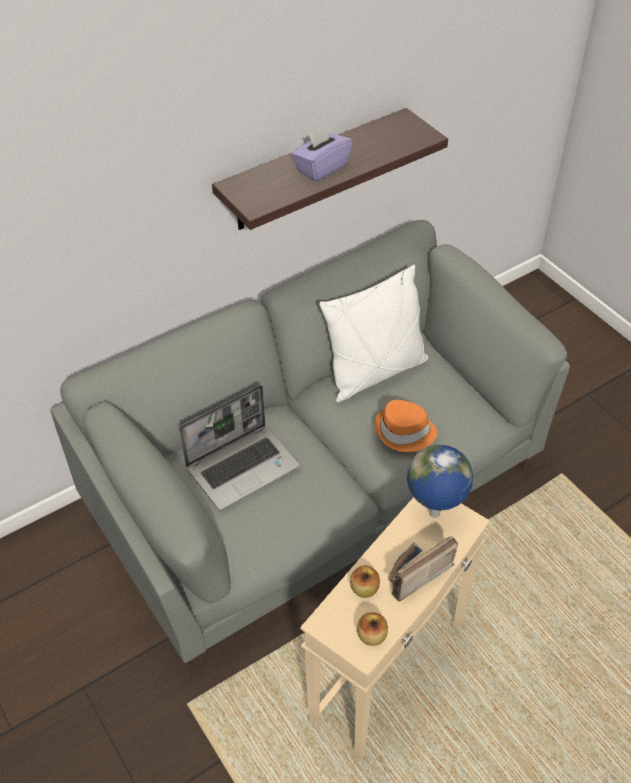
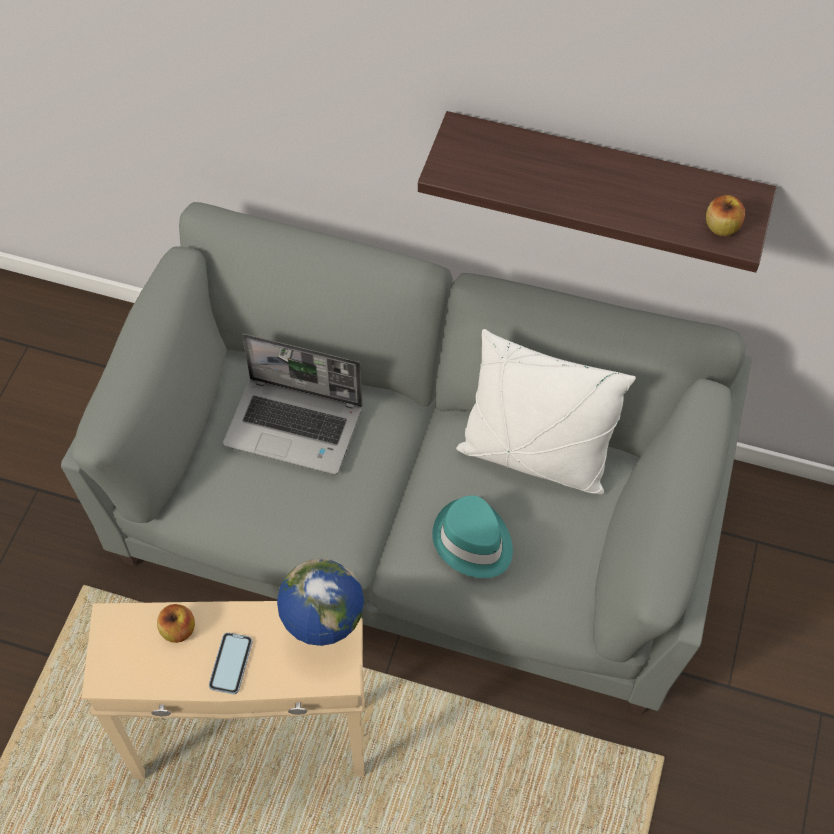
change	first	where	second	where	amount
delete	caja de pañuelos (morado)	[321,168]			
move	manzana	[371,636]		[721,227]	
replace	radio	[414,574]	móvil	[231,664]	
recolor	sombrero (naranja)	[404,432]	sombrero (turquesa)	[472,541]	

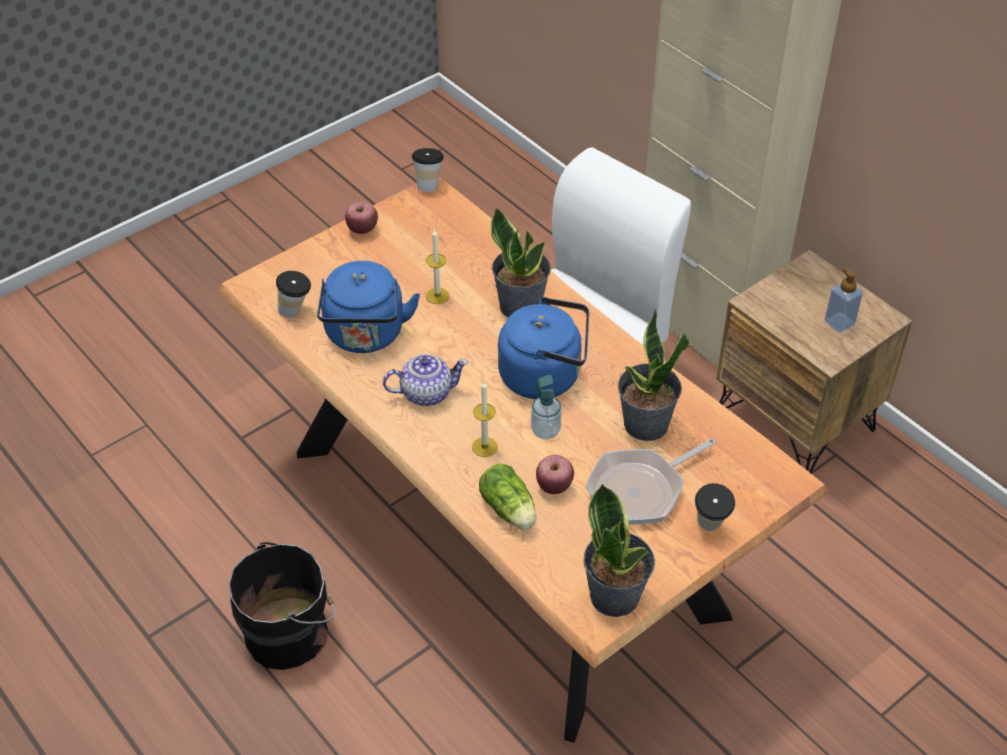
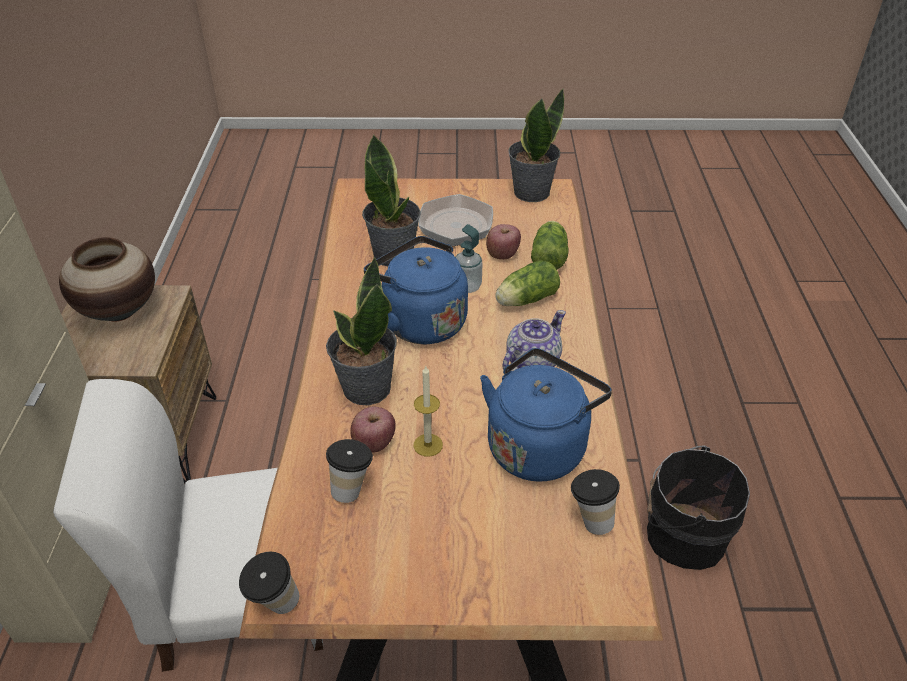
change	first	where	second	where	amount
move	manzana	[362,229]		[374,443]	
move	taza	[710,528]		[352,488]	
replace	vela	[484,447]	lechuga	[524,300]	
replace	dispensador de jabón	[839,322]	florero	[120,311]	
rotate	tetera	[425,393]		[531,362]	105 degrees clockwise

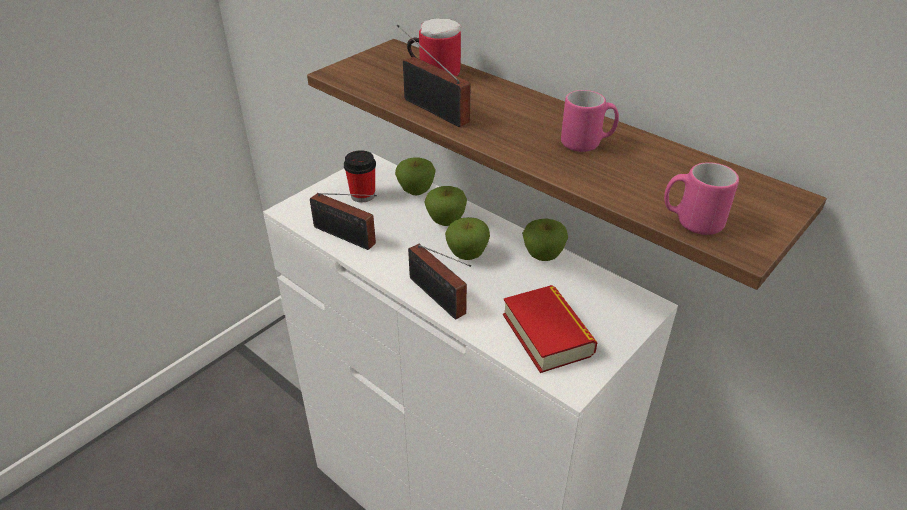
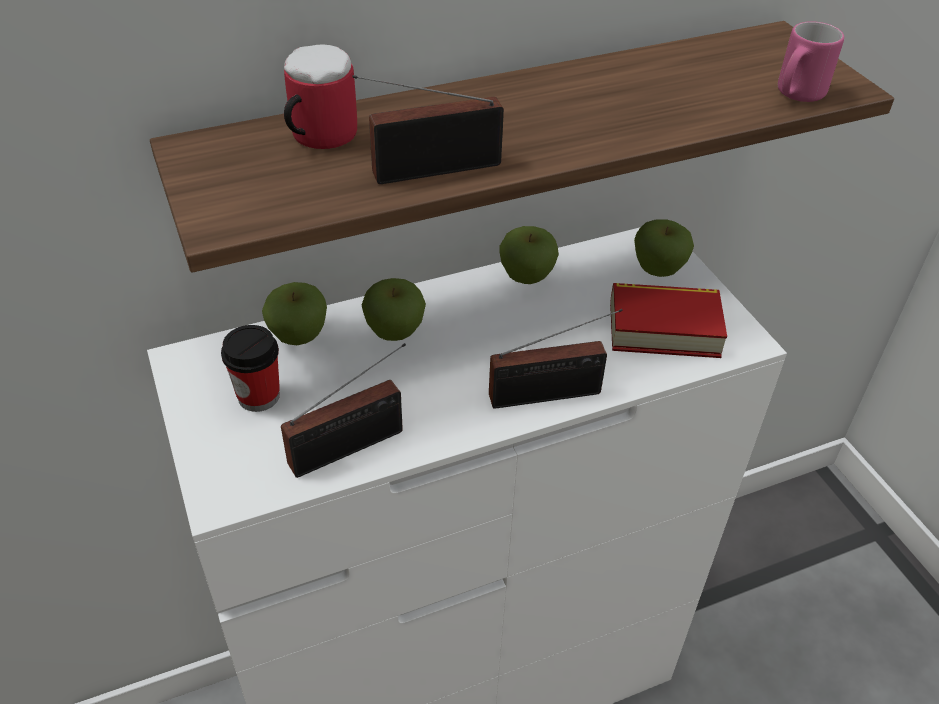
change	first	where	second	where	amount
delete	taza grande (rosa)	[587,144]			
move	manzana	[467,255]		[658,270]	

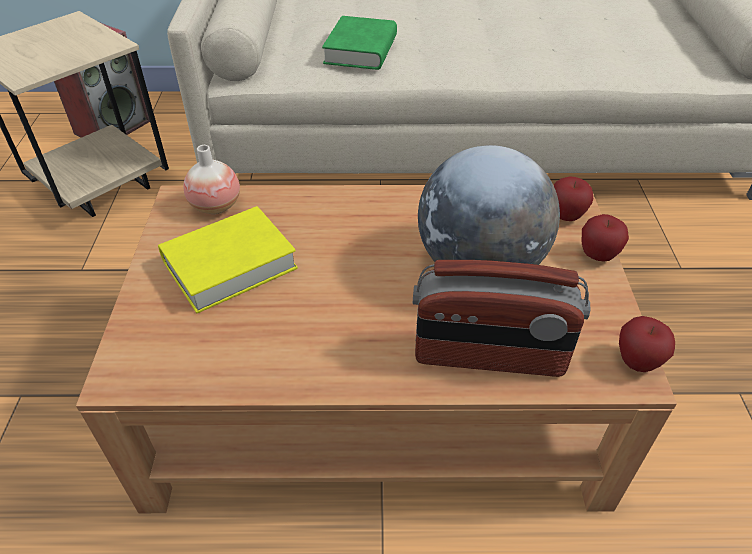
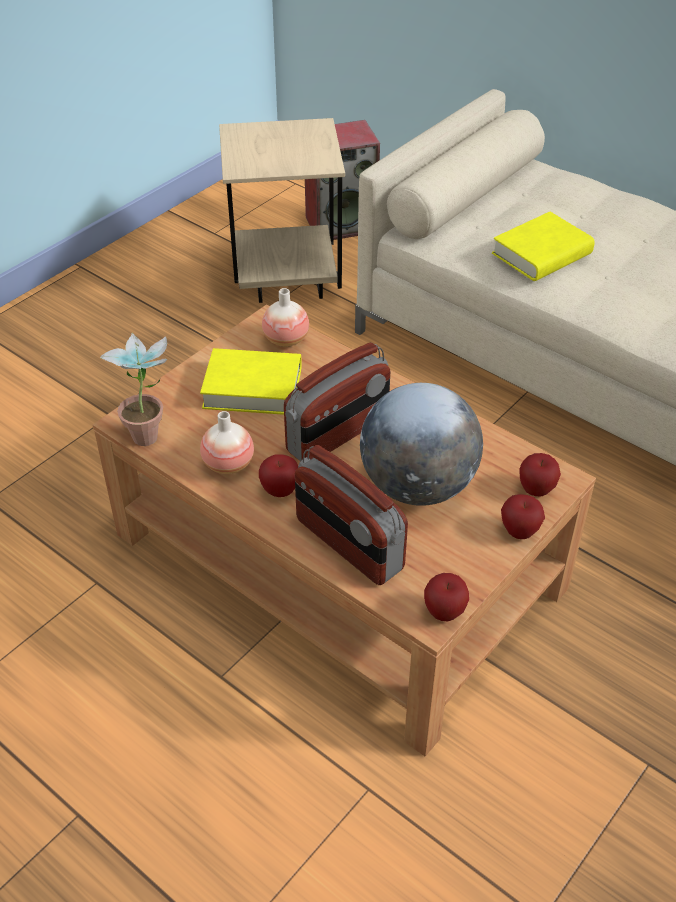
change	first	where	second	where	amount
insert			planta en maceta	[150,431]	
insert			florero	[228,464]	
insert			manzana	[280,491]	
insert			radio	[338,434]	
recolor	libro (verde)	[361,50]	libro (amarillo)	[541,254]	

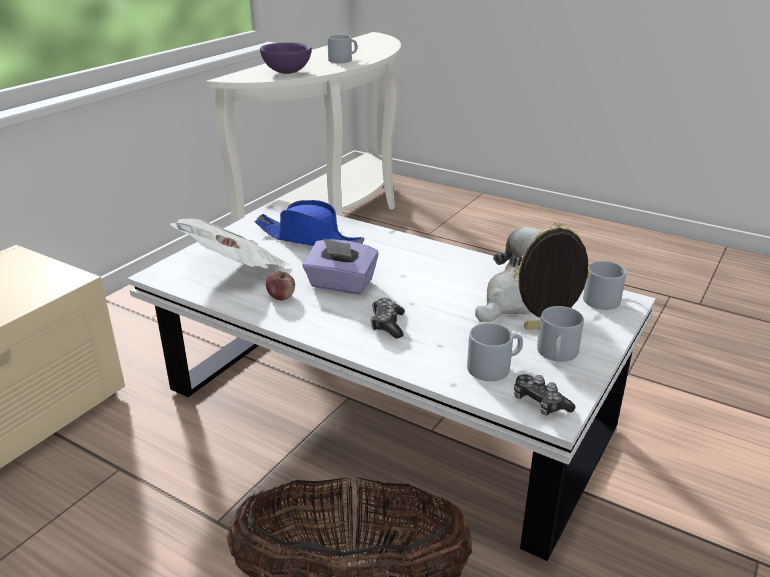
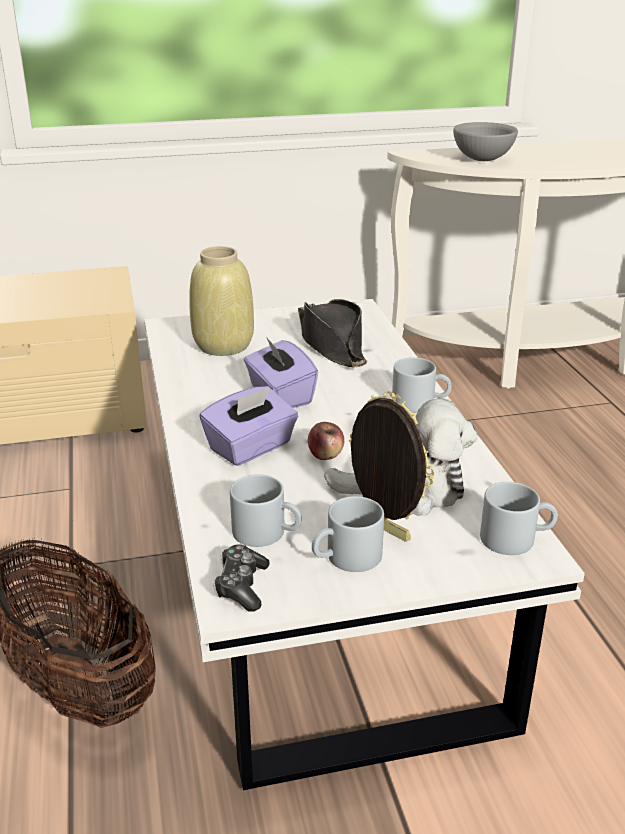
change	first	where	second	where	amount
move	manzana	[281,296]		[325,455]	
move	taza grande (gris)	[343,60]		[420,403]	
replace	periódico	[235,270]	florero (beis)	[224,345]	
replace	mando de consola	[387,324]	caja de pañuelos (morado)	[251,447]	
recolor	sombrero (azul)	[309,238]	sombrero (negro)	[331,344]	
recolor	cuenco (morado)	[287,72]	cuenco (gris)	[482,160]	

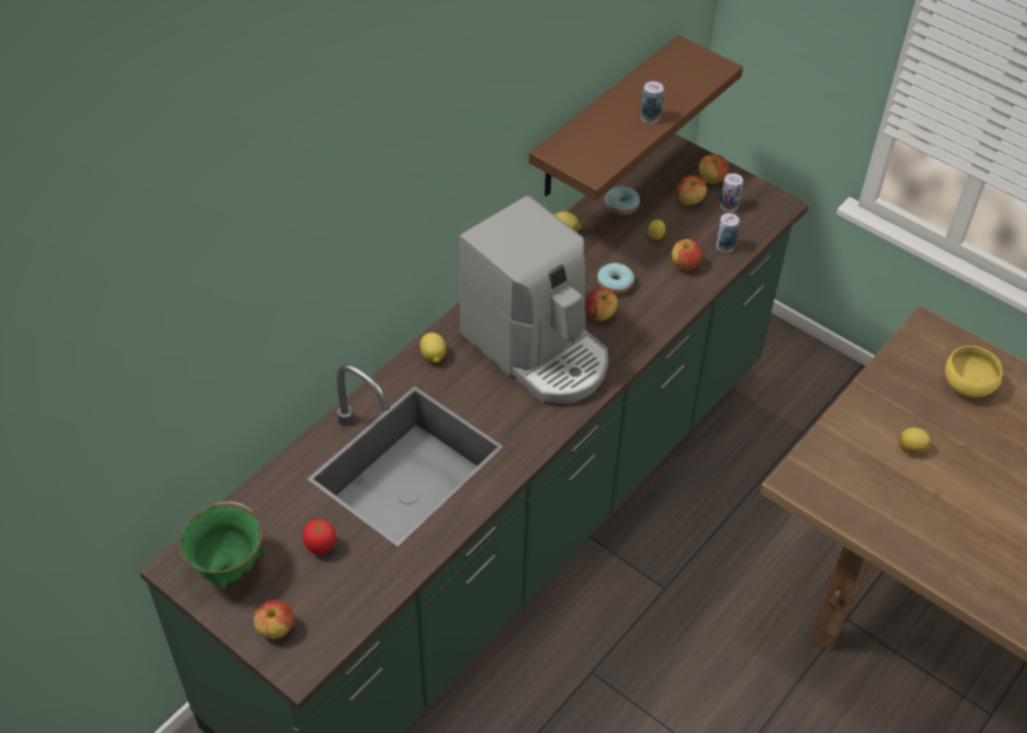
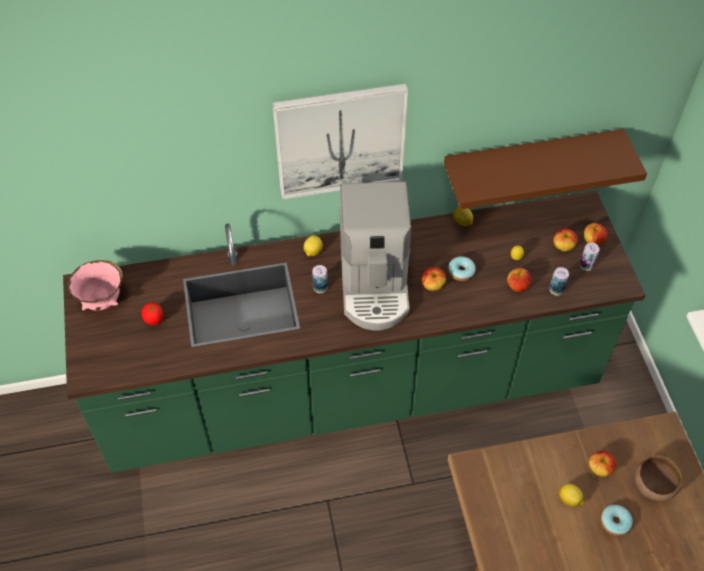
change	first	where	second	where	amount
insert			cuadro	[340,140]	
move	manzana	[276,629]		[599,469]	
move	rosquilla	[621,206]		[615,522]	
move	lata	[650,117]		[320,287]	
recolor	cuenco (verde)	[229,567]	cuenco (rosa)	[103,301]	
recolor	cuenco (amarillo)	[968,385]	cuenco (marrón)	[654,486]	

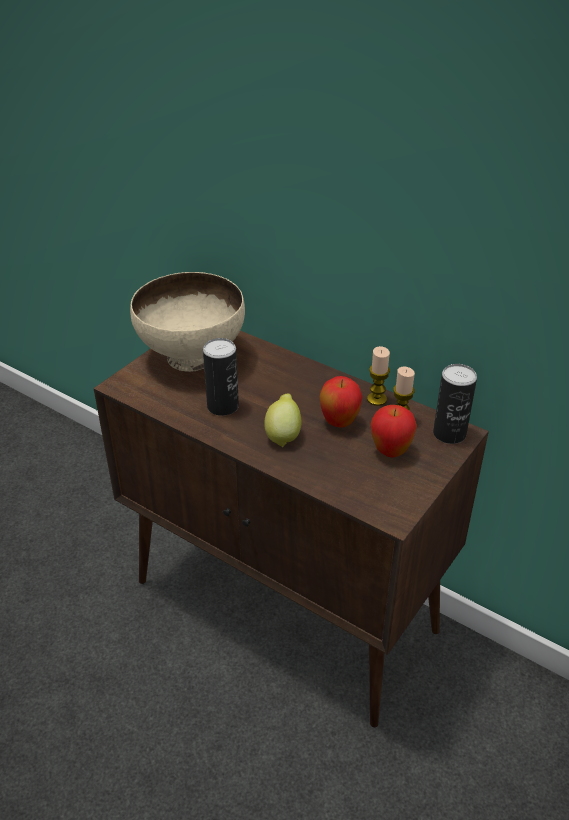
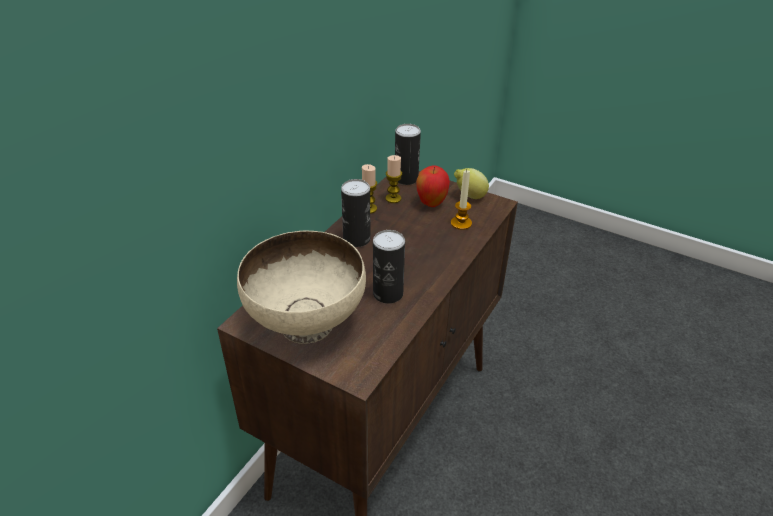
change	first	where	second	where	amount
delete	manzana	[339,422]			
insert			lata	[356,239]	
insert			vela	[461,223]	
move	limón	[283,435]		[469,196]	

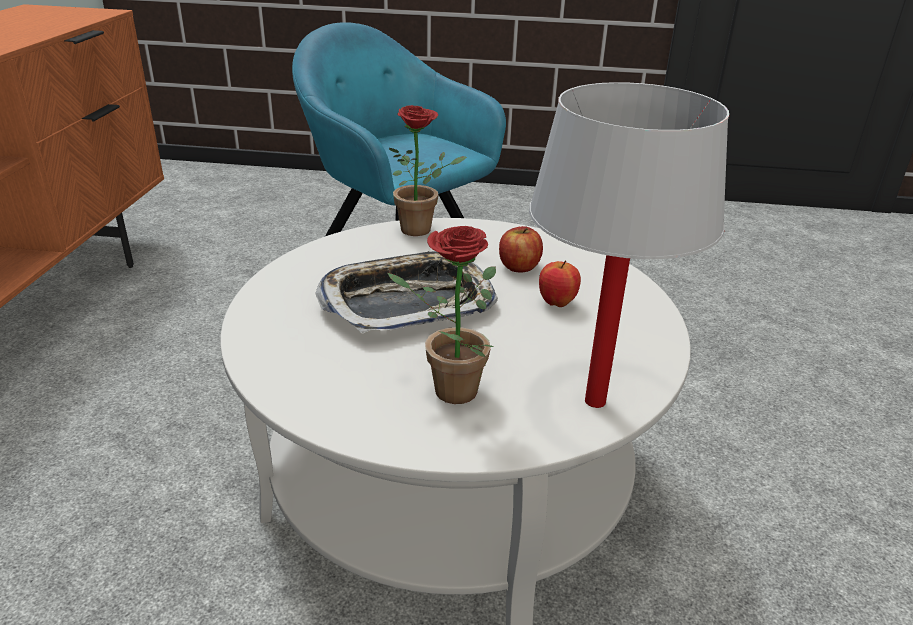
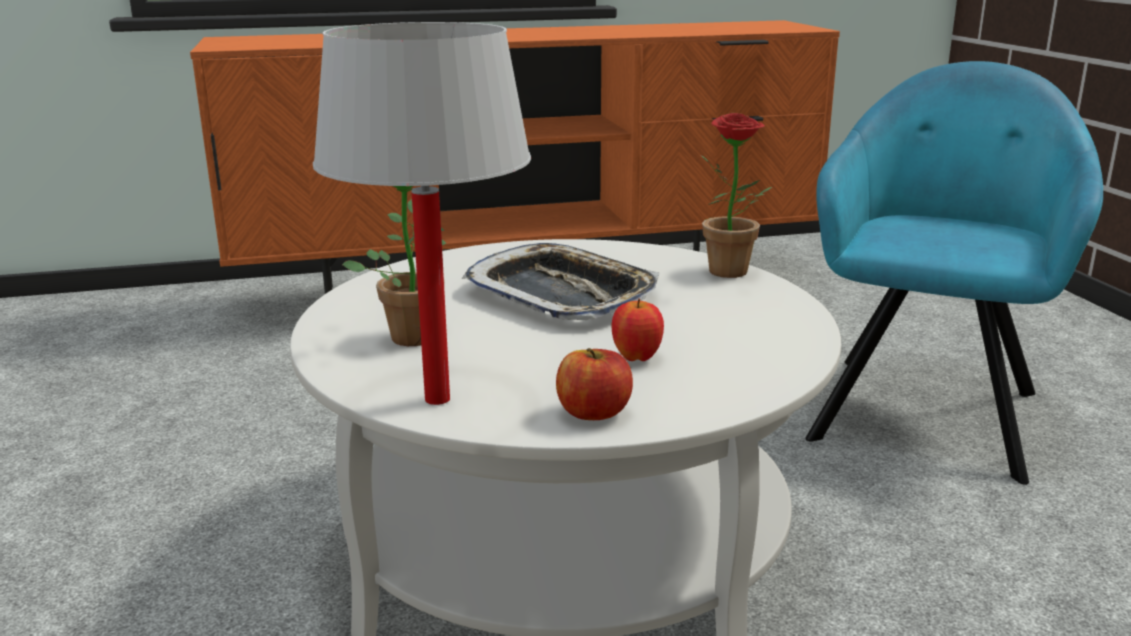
change	first	where	second	where	amount
move	manzana	[519,267]		[594,413]	

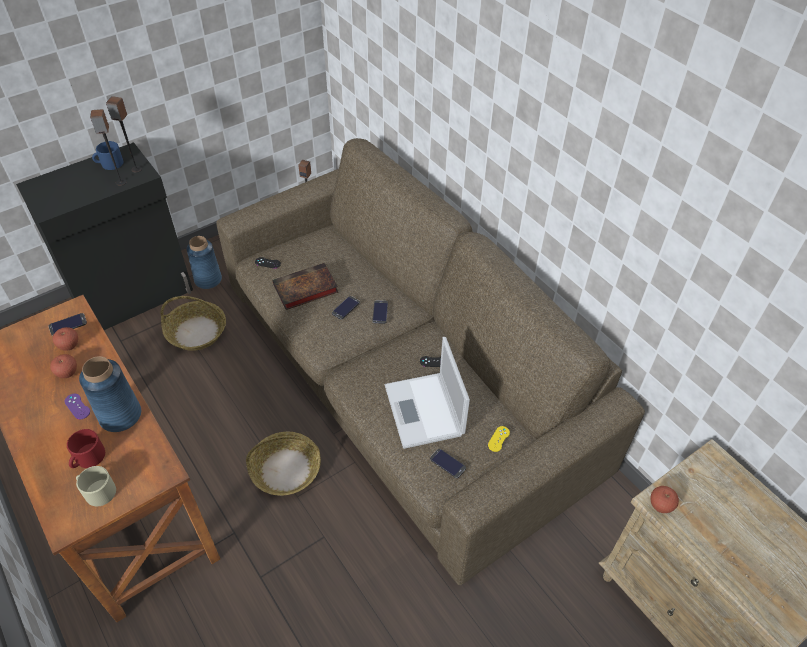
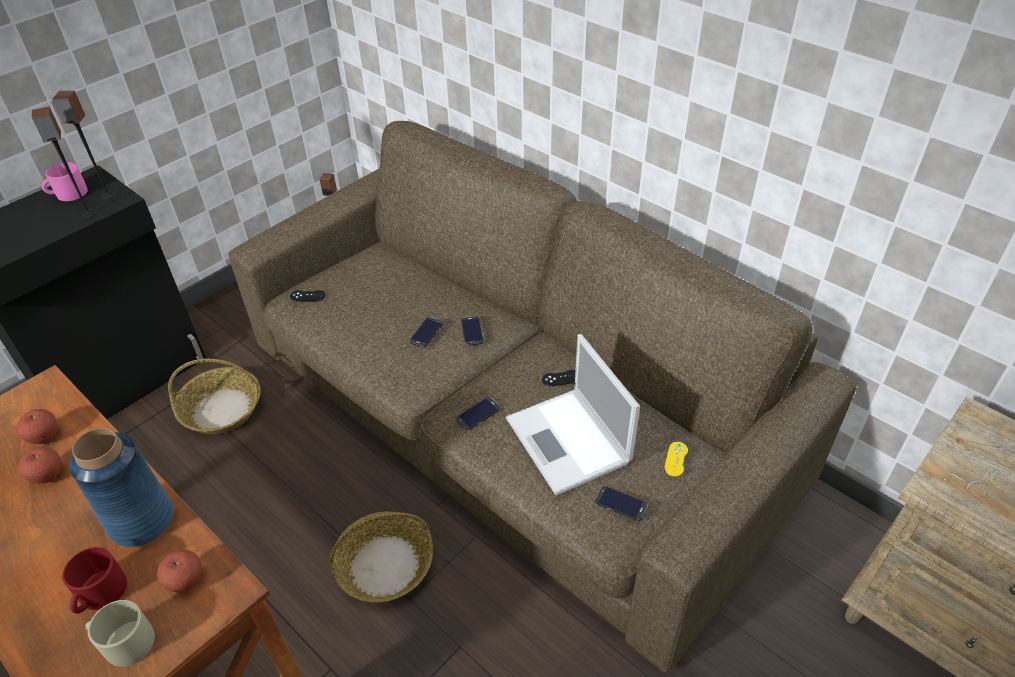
change	first	where	second	where	amount
delete	mando de consola (morado)	[77,406]			
delete	florero (azul)	[208,280]			
delete	libro	[304,290]			
move	móvil	[68,324]		[478,414]	
move	manzana	[660,505]		[186,581]	
recolor	taza grande (azul)	[109,164]	taza grande (rosa)	[68,194]	

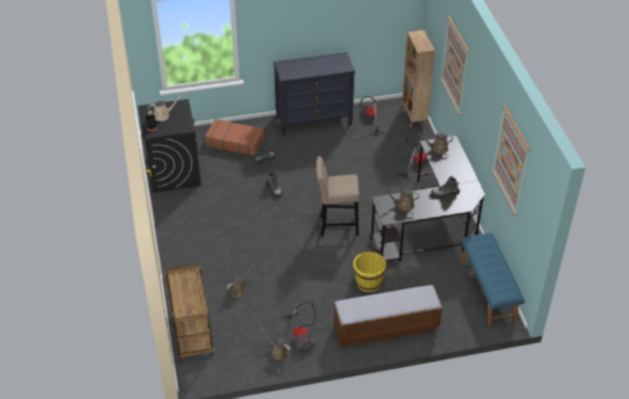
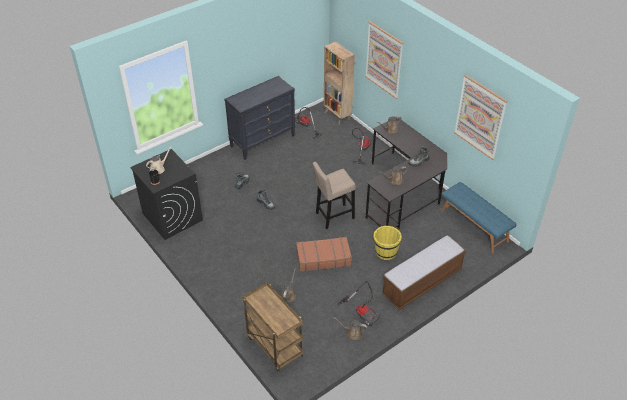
change	first	where	second	where	amount
move	maleta (marrón)	[235,142]		[323,258]	

